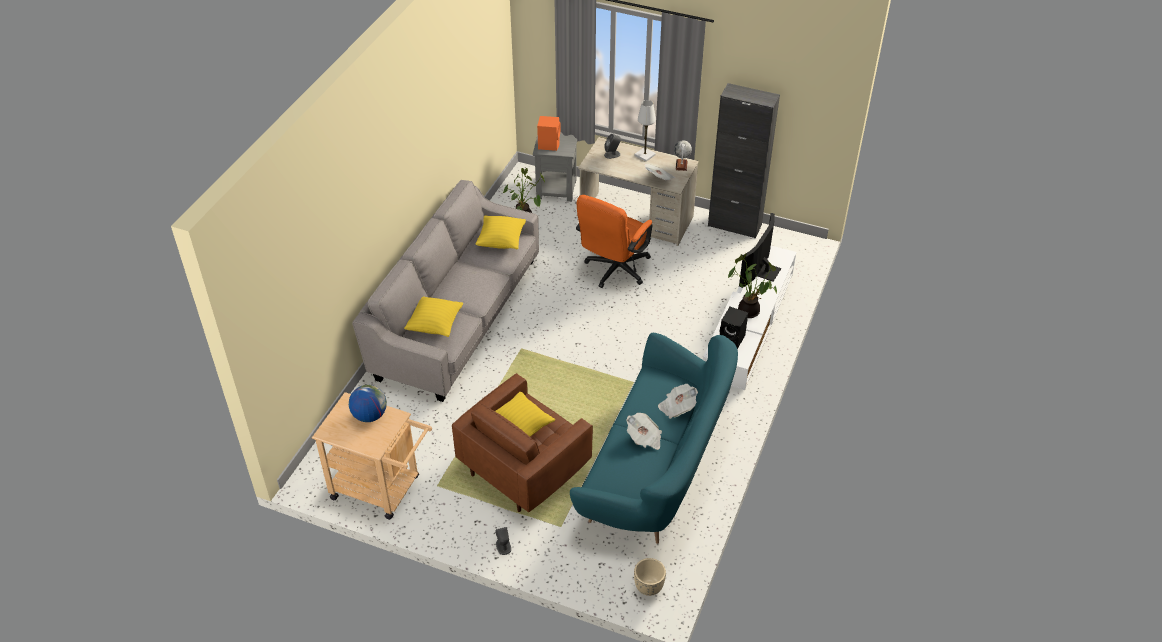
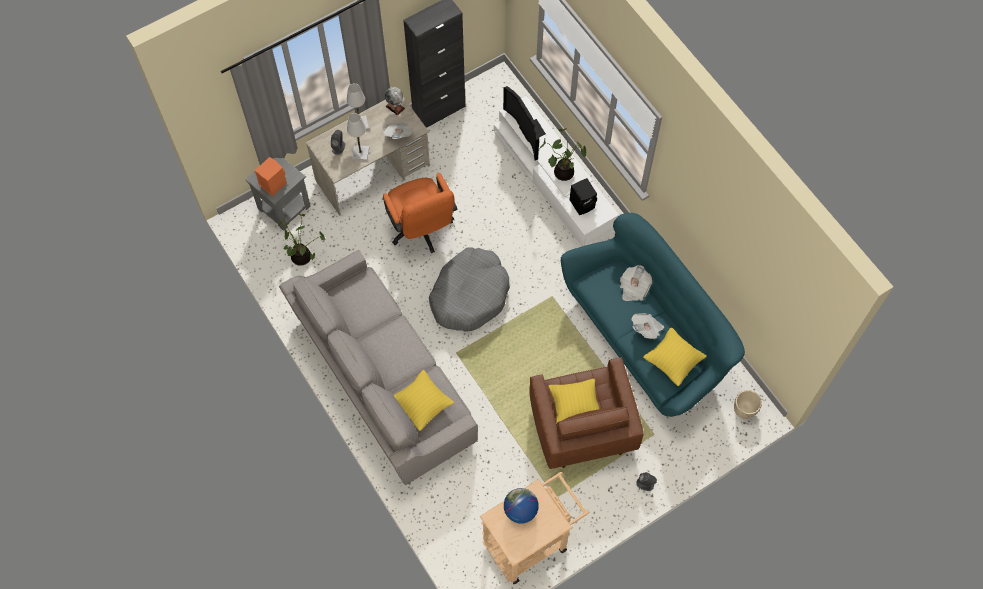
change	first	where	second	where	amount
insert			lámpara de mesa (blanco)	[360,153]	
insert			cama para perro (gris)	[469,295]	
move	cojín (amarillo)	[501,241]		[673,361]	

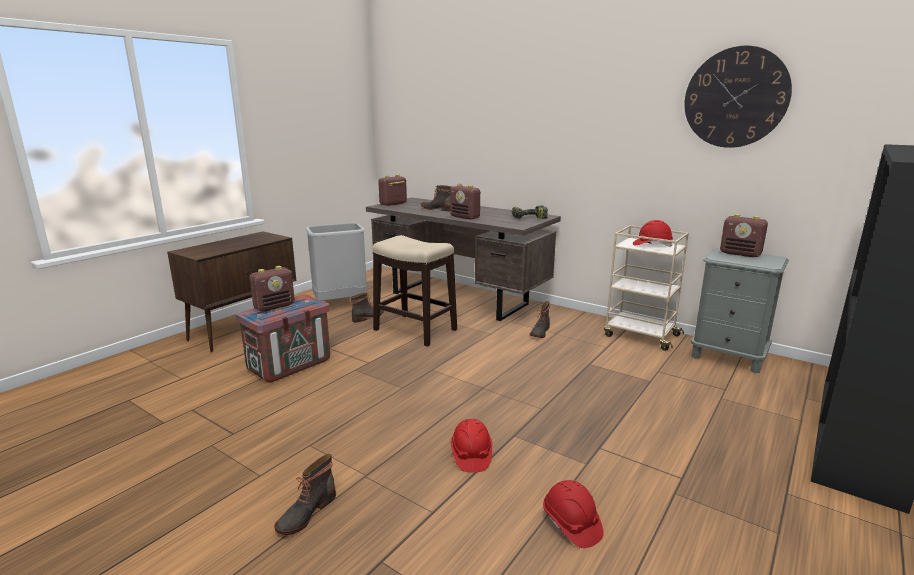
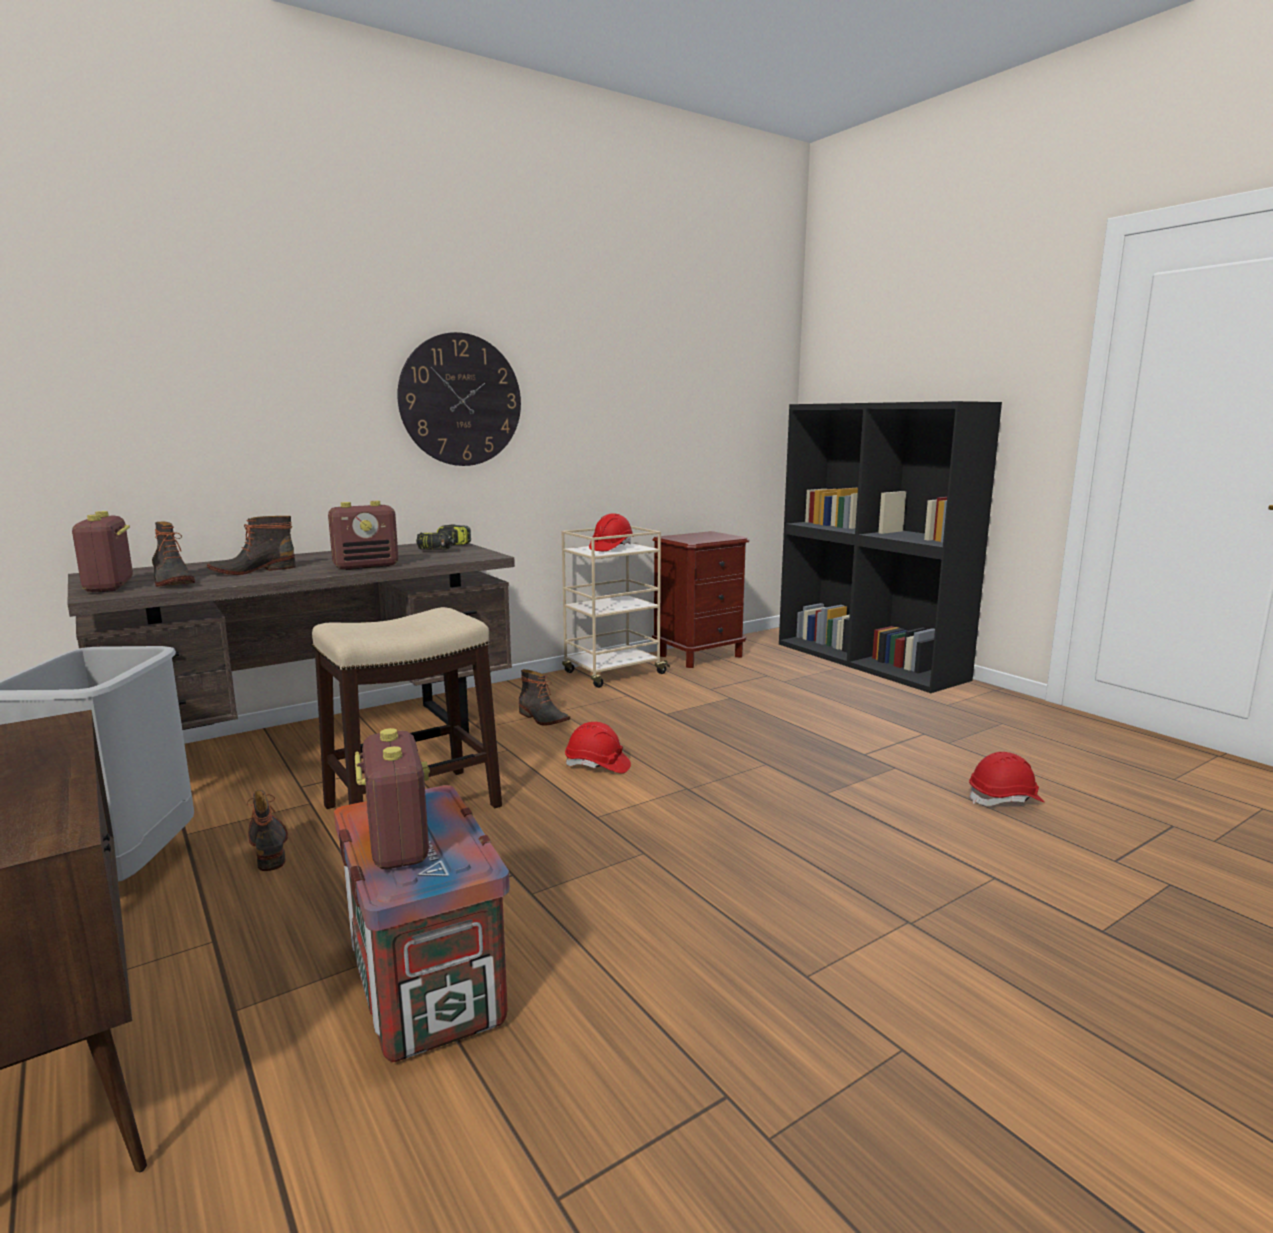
change	first	where	second	where	amount
delete	radio	[740,254]			
move	bota	[305,513]		[171,582]	
move	casco (rojo)	[471,455]		[597,765]	
move	reloj de pared	[735,98]		[460,400]	
recolor	mesita de noche (gris)	[728,357]	mesita de noche (marrón)	[700,656]	

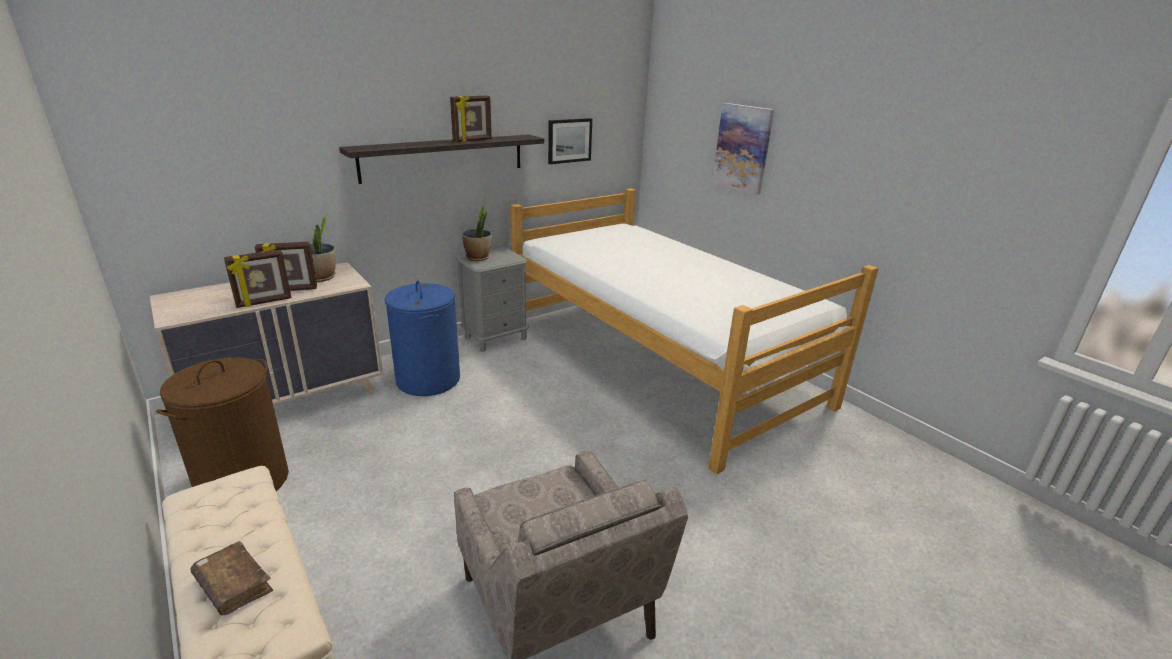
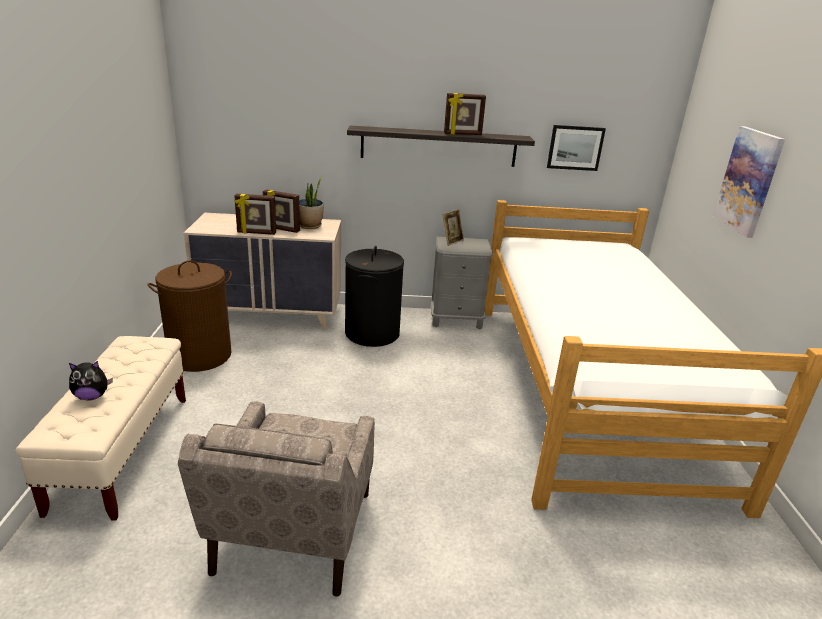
change	first	where	second	where	amount
replace	libro (marrón)	[233,585]	peluche	[92,396]	
replace	planta en maceta	[478,257]	portarretratos	[452,241]	
recolor	cesto de la ropa (azul)	[428,380]	cesto de la ropa (negro)	[372,333]	

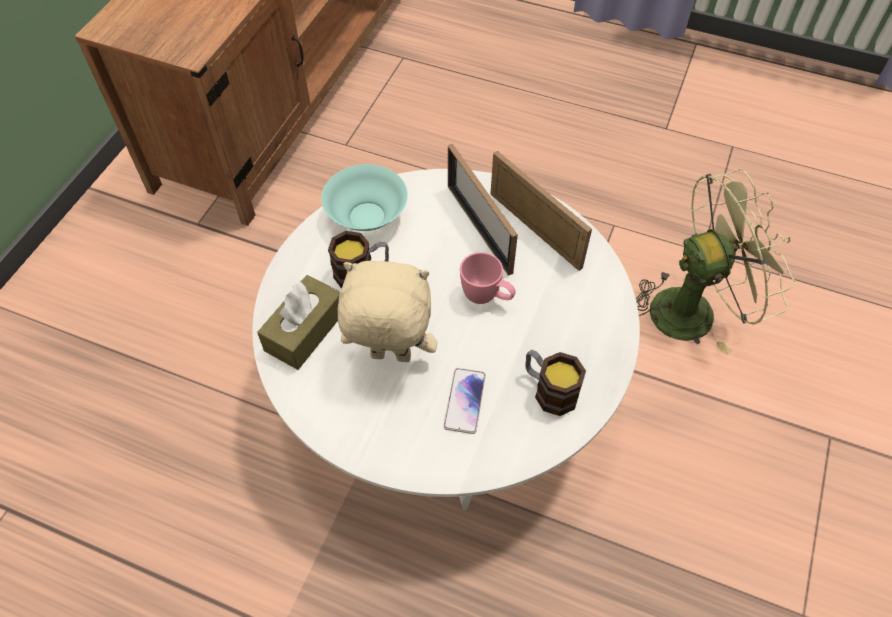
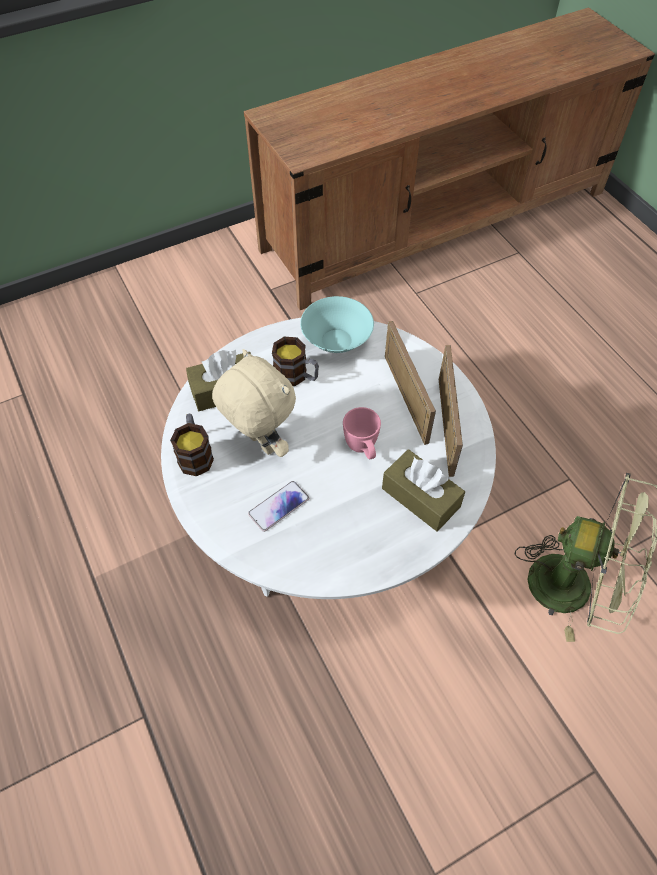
change	first	where	second	where	amount
insert			caja de pañuelos (marrón)	[420,497]	
move	taza grande	[549,390]		[195,453]	
rotate	portarretratos	[479,228]		[405,398]	150 degrees clockwise

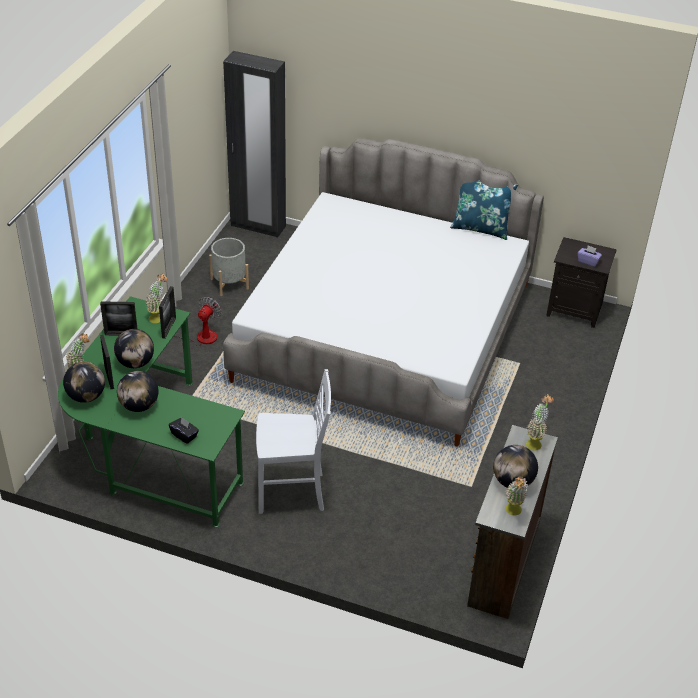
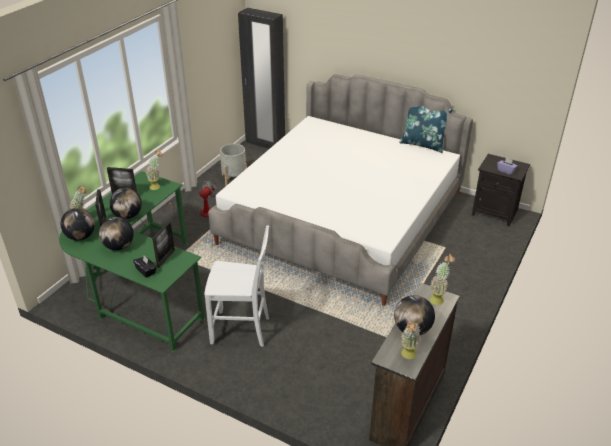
change	first	where	second	where	amount
move	portarretratos	[169,328]		[166,258]	

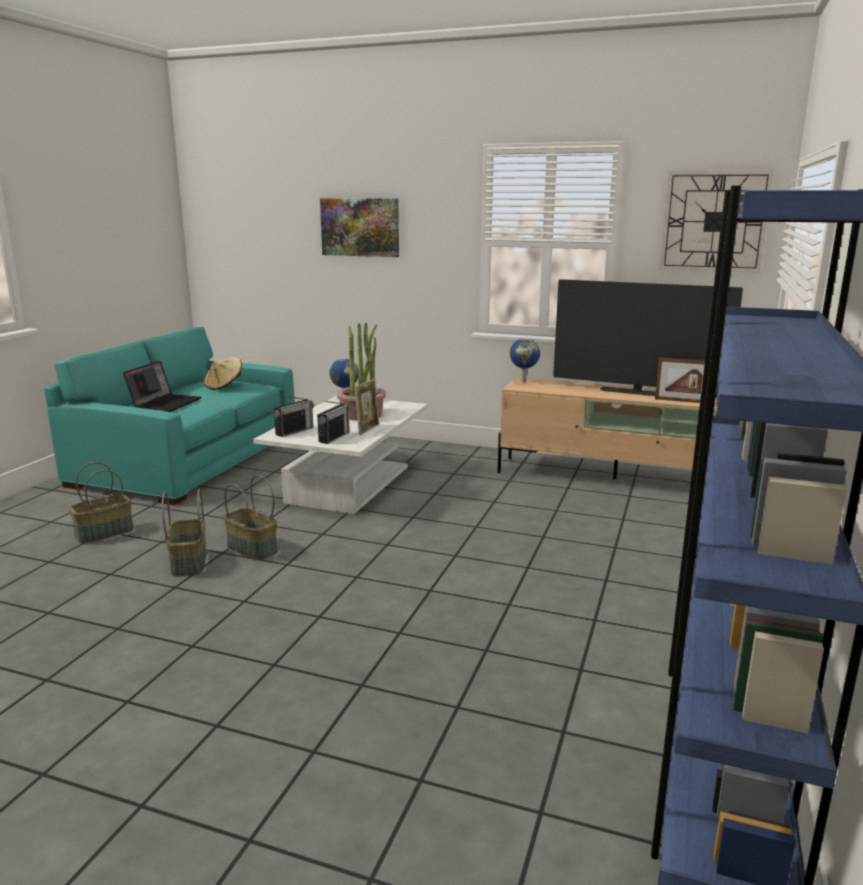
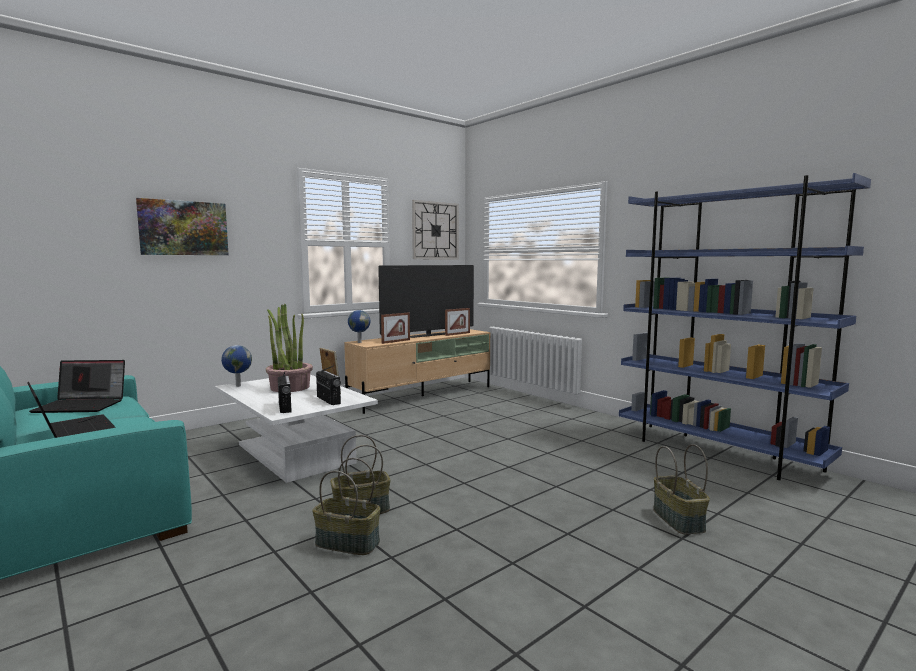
change	first	where	second	where	amount
insert			portarretratos	[396,341]	
move	cesta	[104,533]		[679,520]	
replace	sombrero (beis)	[224,386]	portátil	[83,405]	

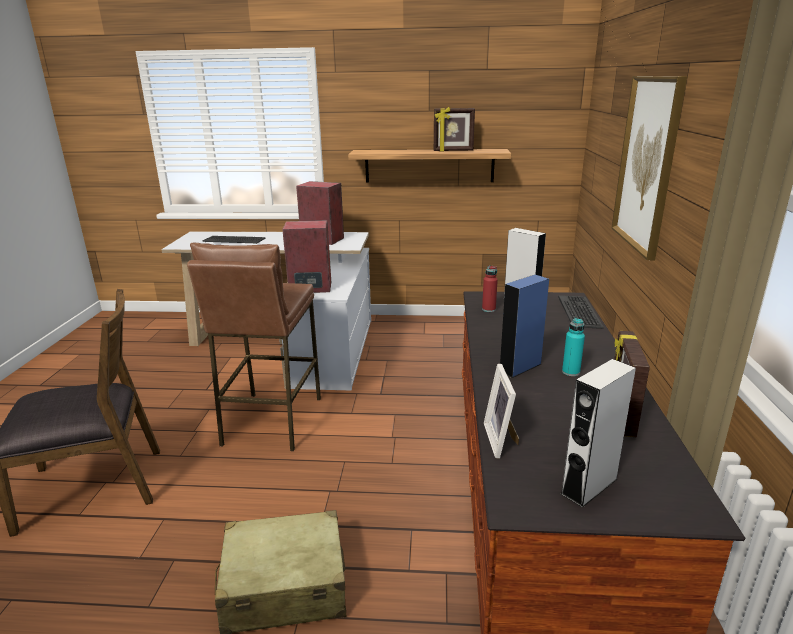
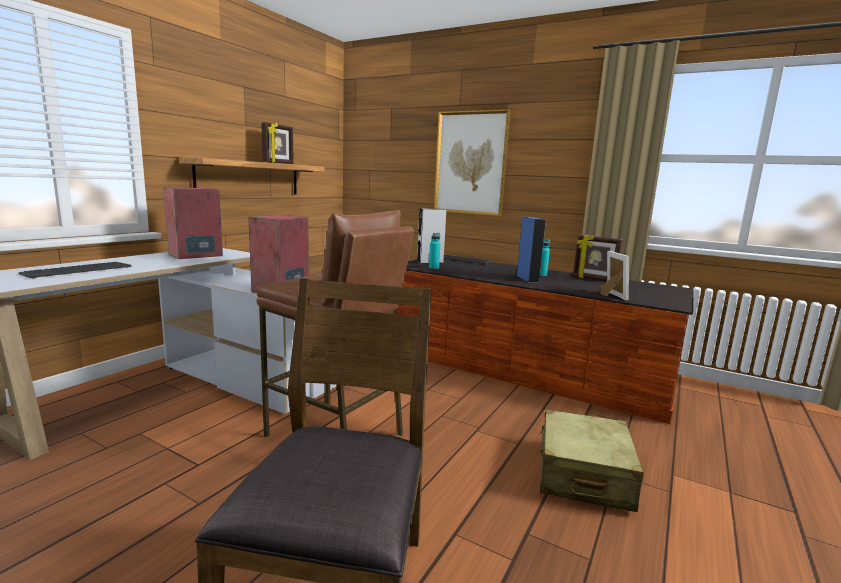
change	first	where	second	where	amount
delete	altavoz (gris)	[589,486]			
recolor	botella (rojo)	[488,309]	botella (turquesa)	[433,268]	
rotate	portarretratos	[502,440]		[611,295]	120 degrees counterclockwise

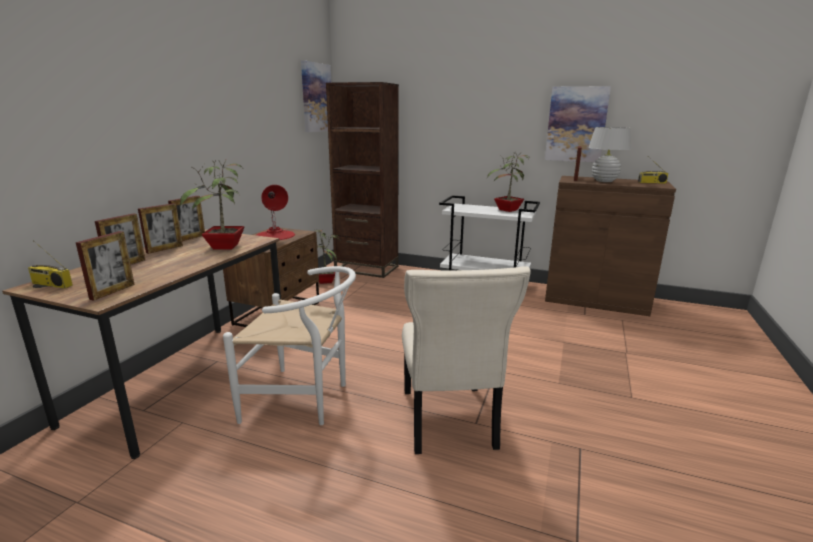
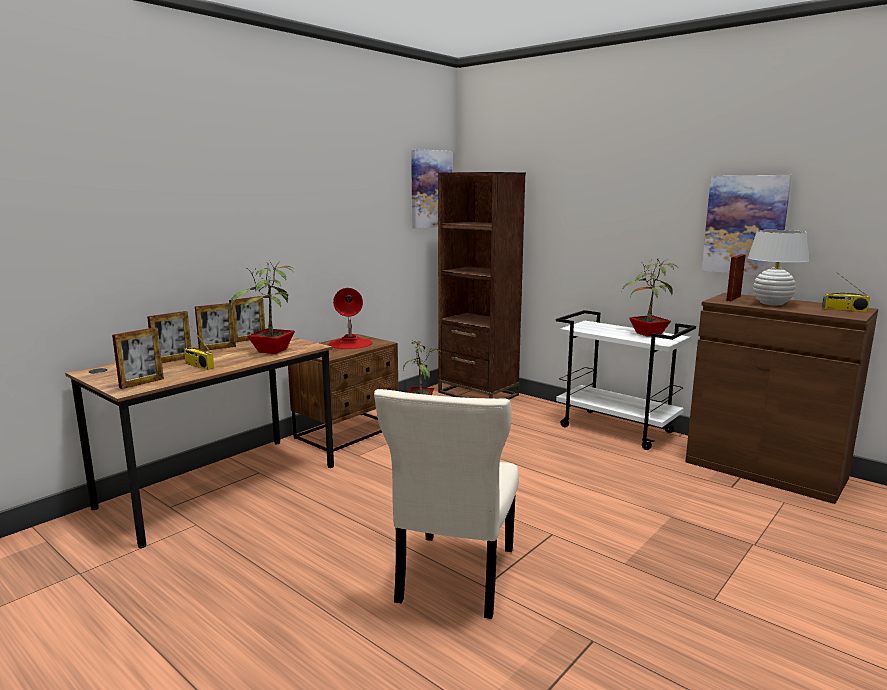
change	first	where	second	where	amount
delete	silla (blanco)	[305,399]			
move	radio	[51,284]		[198,365]	

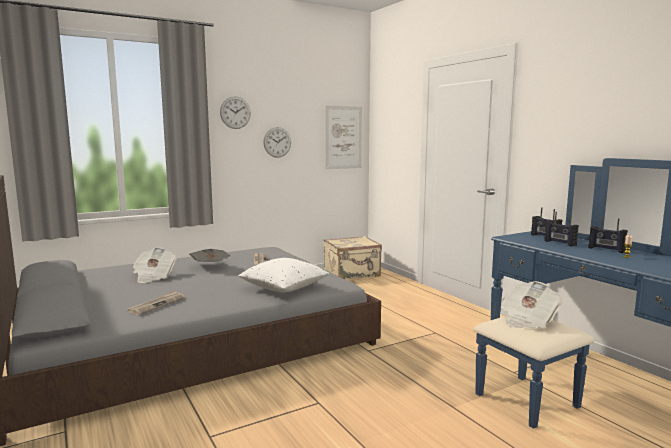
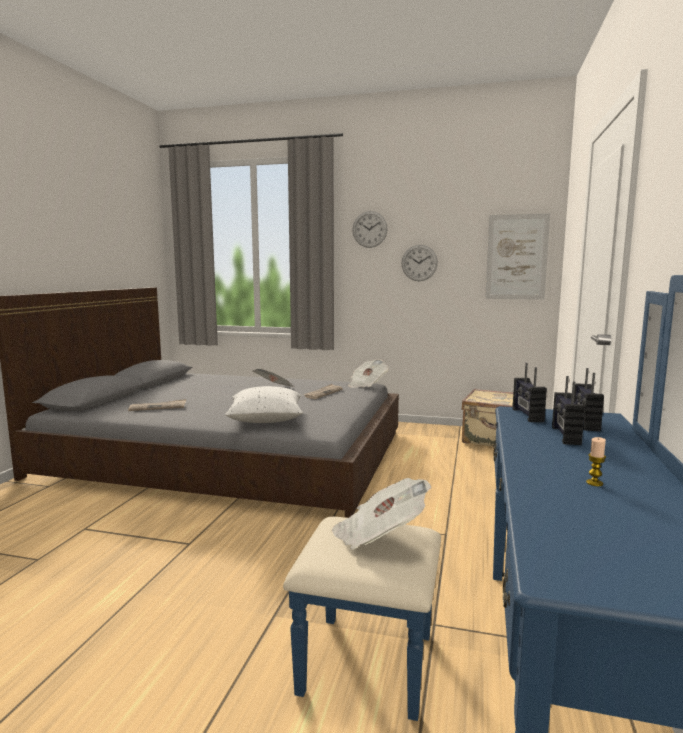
change	first	where	second	where	amount
move	periódico	[154,276]		[367,384]	
move	radio	[606,249]		[526,415]	

